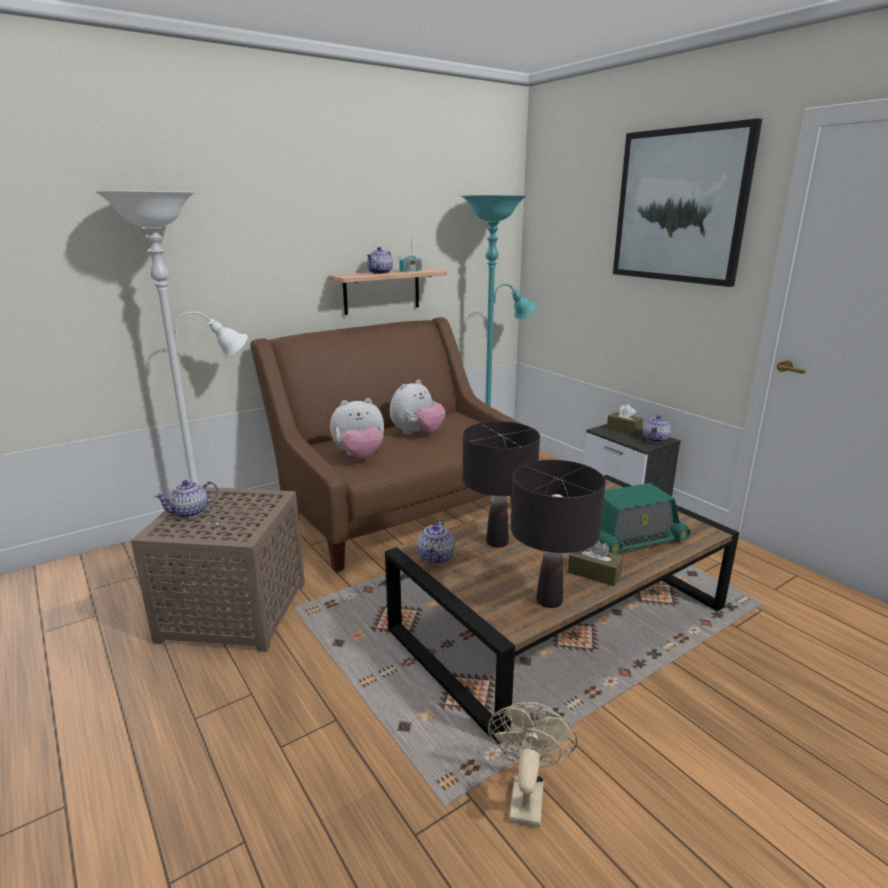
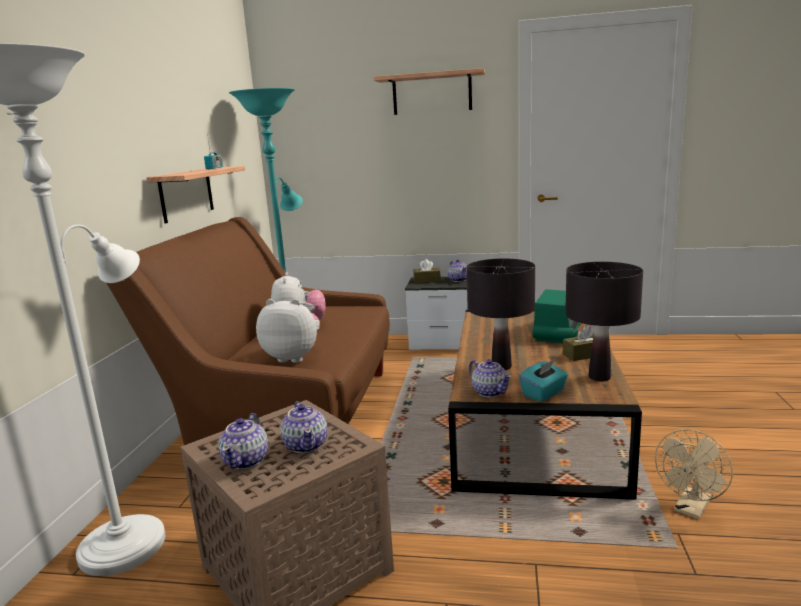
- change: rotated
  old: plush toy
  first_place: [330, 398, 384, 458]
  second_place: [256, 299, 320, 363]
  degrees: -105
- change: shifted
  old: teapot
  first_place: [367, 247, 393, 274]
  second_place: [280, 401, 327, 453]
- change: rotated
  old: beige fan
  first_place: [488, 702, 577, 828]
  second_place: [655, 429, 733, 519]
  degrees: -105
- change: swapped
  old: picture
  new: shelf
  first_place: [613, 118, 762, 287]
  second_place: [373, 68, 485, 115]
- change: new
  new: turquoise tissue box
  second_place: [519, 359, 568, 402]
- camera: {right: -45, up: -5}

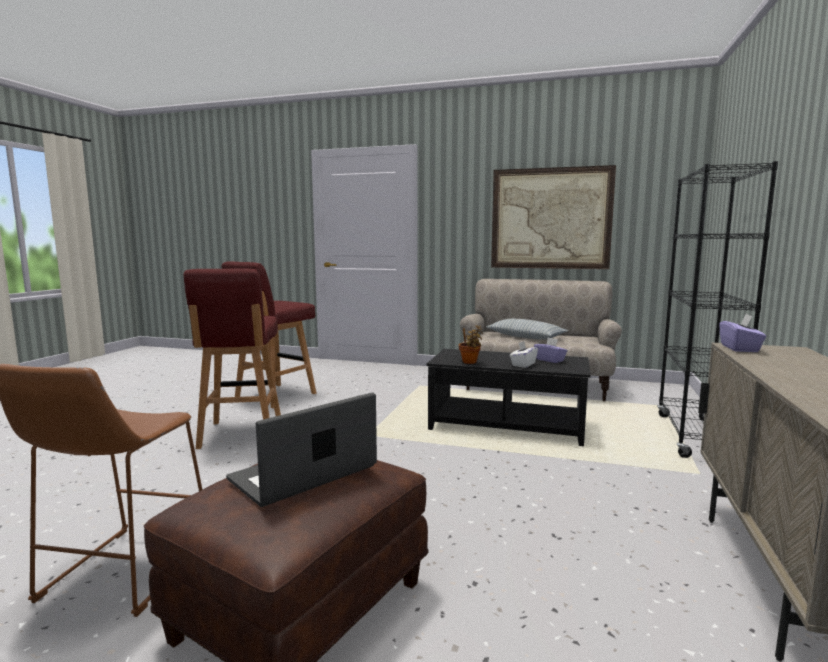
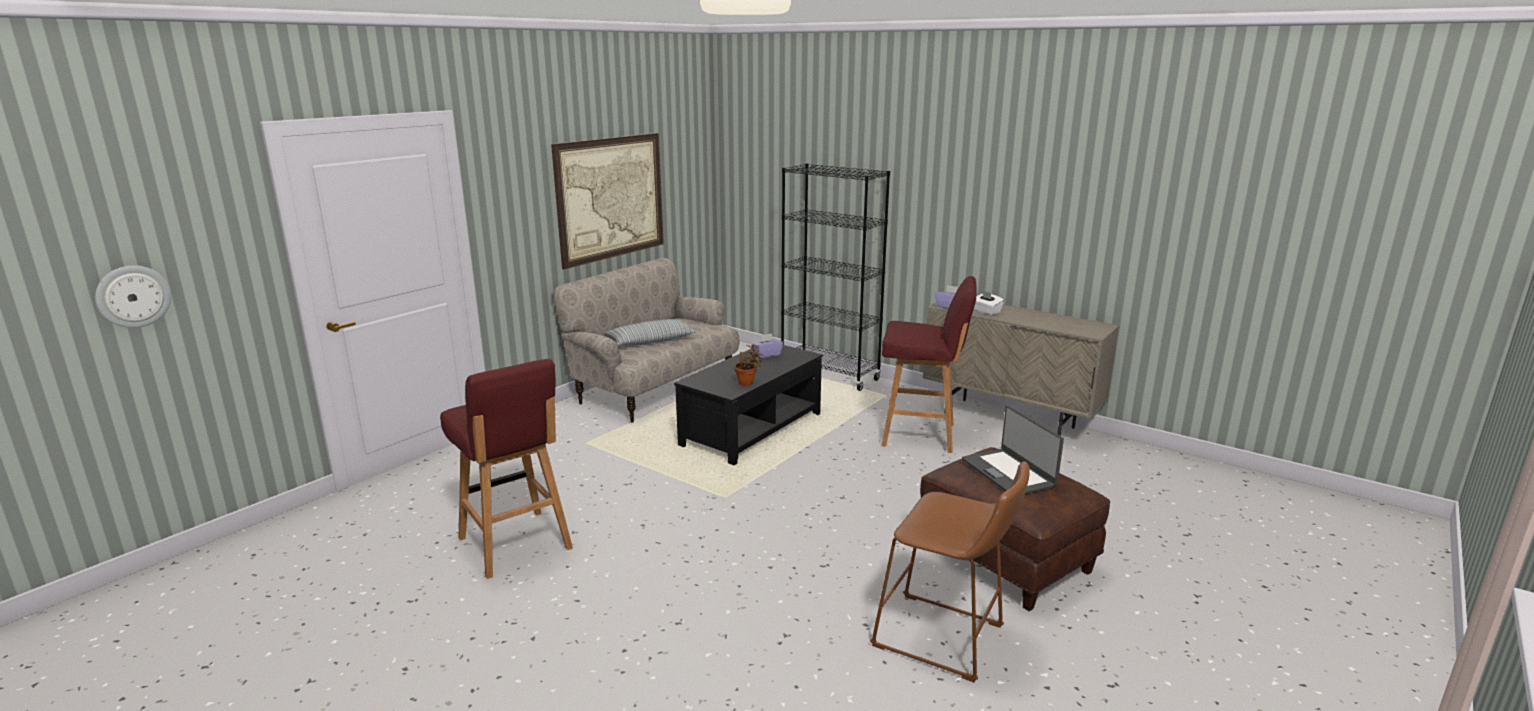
- change: shifted
  old: red stool
  first_place: [183, 268, 281, 449]
  second_place: [881, 276, 977, 453]
- change: shifted
  old: white tissue box
  first_place: [510, 341, 538, 368]
  second_place: [974, 290, 1004, 315]
- change: new
  new: wall clock
  second_place: [95, 266, 171, 328]
- camera: {right: -70, up: 10}

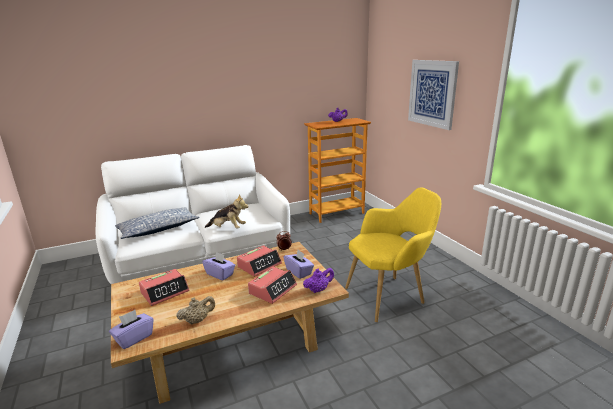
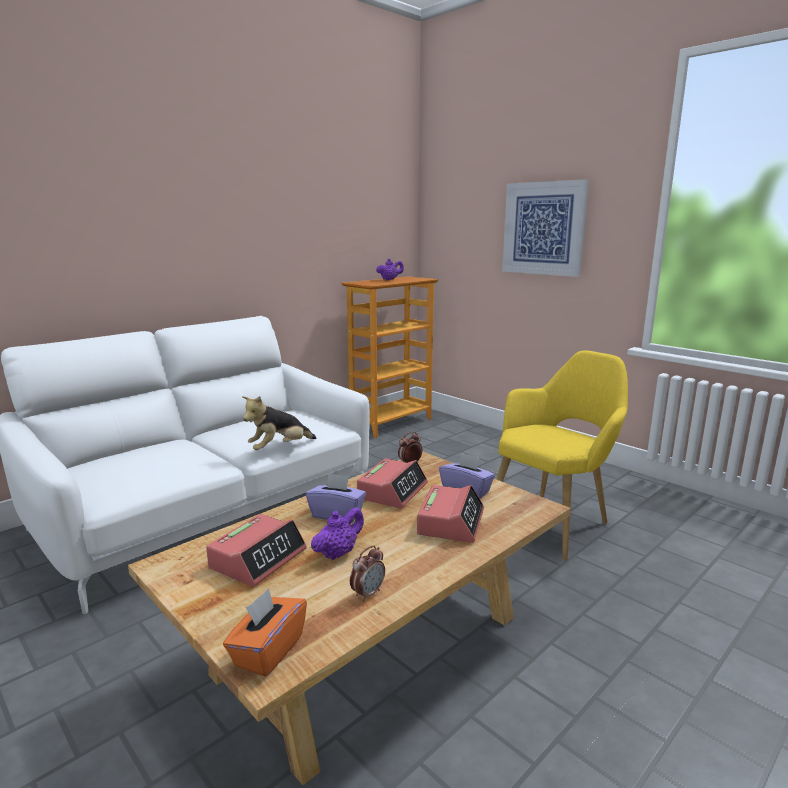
- change: repainted
  old: purple tissue box
  new: orange tissue box
  first_place: [109, 310, 154, 349]
  second_place: [223, 588, 307, 677]
- change: gone
  old: pillow
  first_place: [115, 207, 199, 239]
- change: swapped
  old: beige teapot
  new: alarm clock
  first_place: [176, 296, 215, 325]
  second_place: [350, 545, 385, 602]
- change: rotated
  old: plush toy
  first_place: [205, 194, 249, 229]
  second_place: [242, 396, 316, 450]
  degrees: 150
- change: shifted
  old: purple teapot
  first_place: [303, 268, 334, 293]
  second_place: [311, 507, 364, 560]
- camera: {right: -20, up: -5}

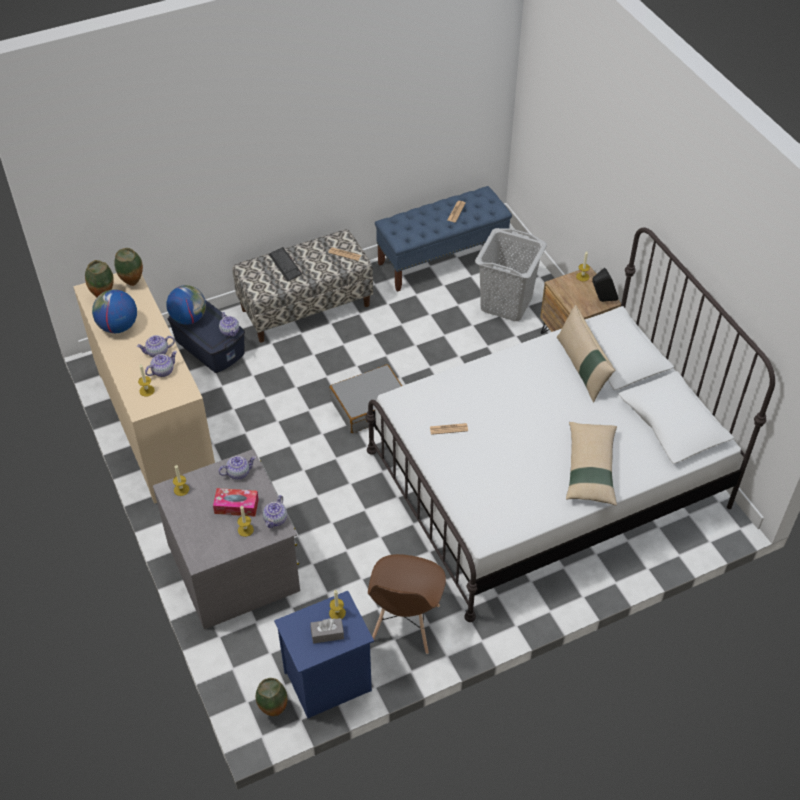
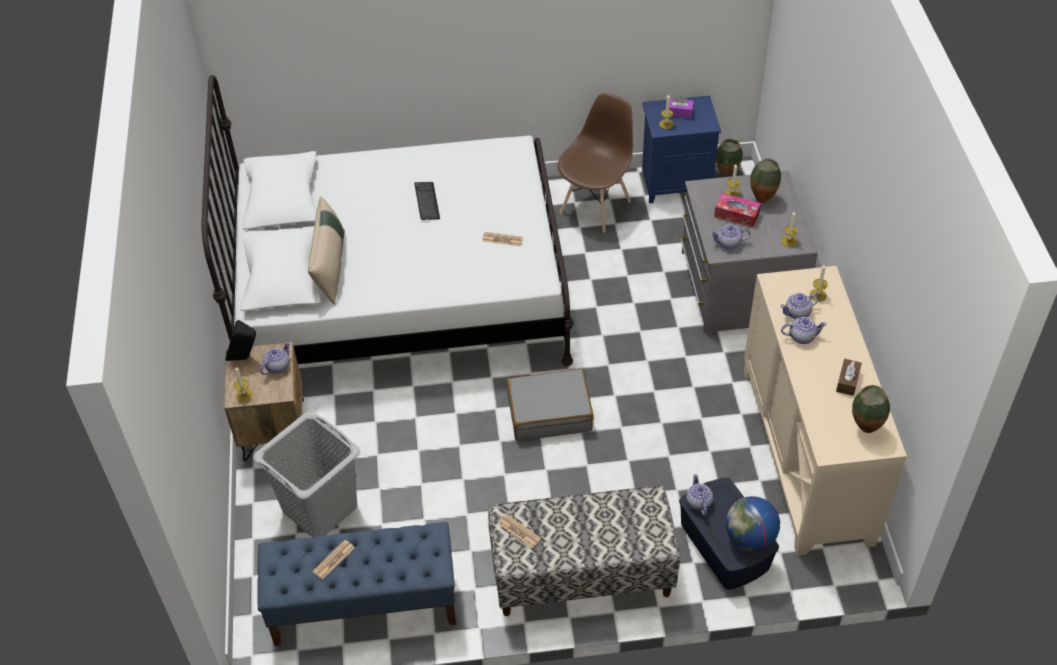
- change: swapped
  old: globe
  new: brown tissue box
  first_place: [92, 289, 137, 333]
  second_place: [836, 359, 862, 396]
- change: shifted
  old: vase
  first_place: [114, 248, 143, 286]
  second_place: [750, 158, 781, 203]
- change: shifted
  old: teapot
  first_place: [263, 495, 287, 528]
  second_place: [260, 342, 290, 375]
- change: shifted
  old: keyboard
  first_place: [269, 247, 302, 282]
  second_place: [414, 182, 440, 220]
- change: repainted
  old: grey tissue box
  new: purple tissue box
  first_place: [310, 618, 344, 644]
  second_place: [669, 96, 694, 118]
- change: gone
  old: beige pillow
  first_place: [566, 422, 617, 505]
- camera: {right: -160, up: 0}

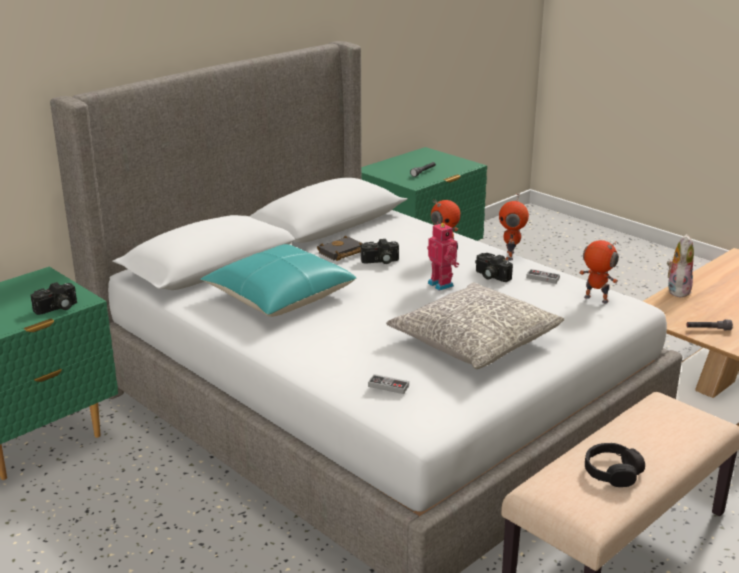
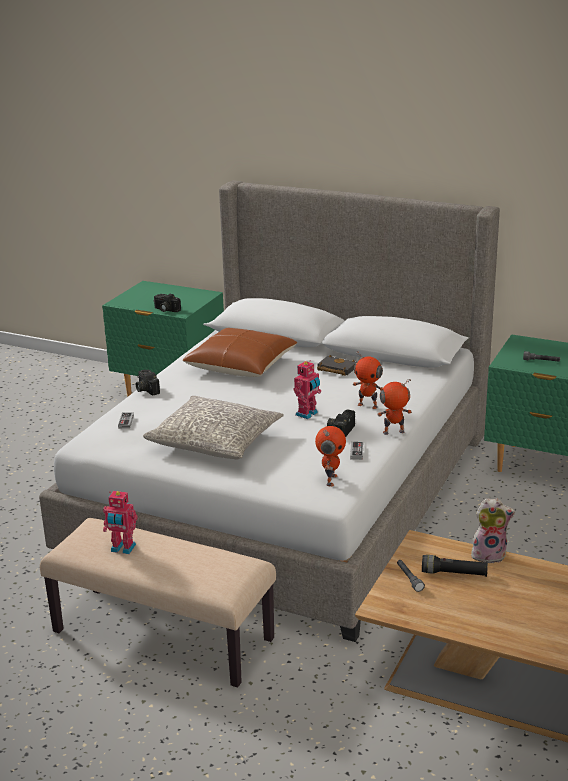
- change: repainted
  old: turquoise pillow
  new: brown pillow
  first_place: [200, 244, 356, 317]
  second_place: [183, 328, 297, 377]
- change: shifted
  old: photo camera
  first_place: [361, 239, 399, 264]
  second_place: [136, 370, 160, 395]
- change: swapped
  old: black headphones
  new: toy robot
  first_place: [585, 443, 645, 487]
  second_place: [103, 491, 138, 554]
- change: new
  new: black flashlight
  second_place: [422, 555, 488, 577]
- camera: {right: 70, up: 0}

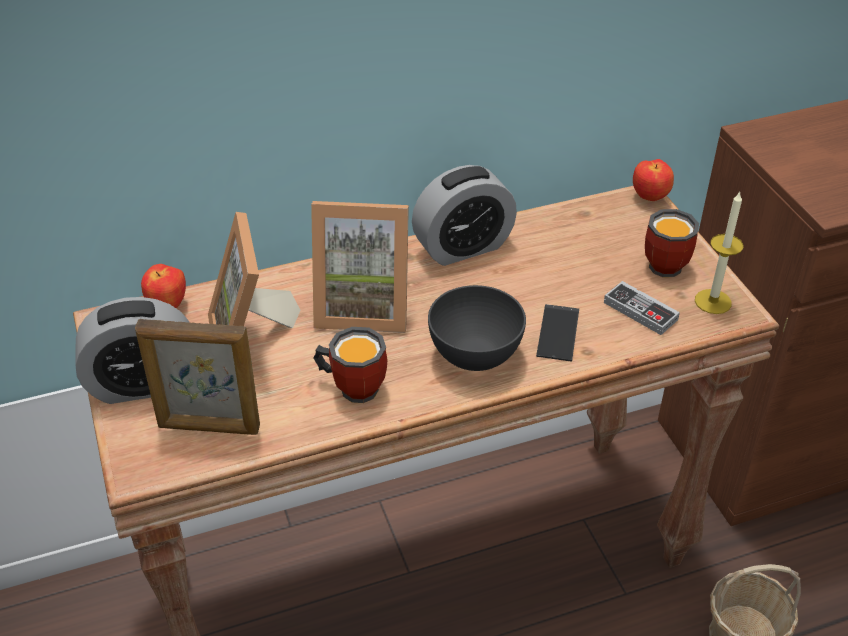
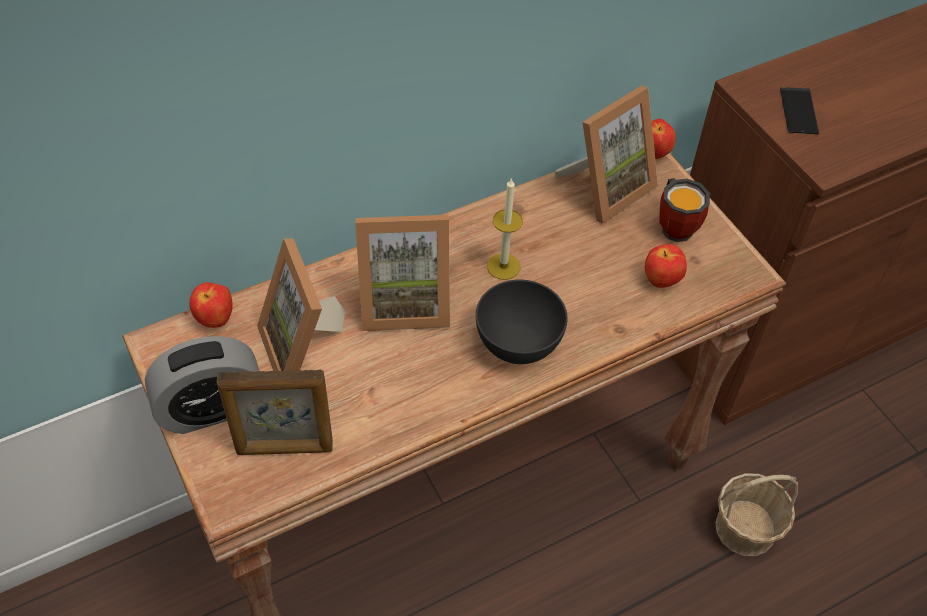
- change: gone
  old: mug
  first_place: [313, 327, 387, 403]
- change: gone
  old: alarm clock
  first_place: [412, 165, 517, 266]
- change: shifted
  old: phone
  first_place: [536, 304, 579, 362]
  second_place: [780, 87, 819, 134]
- change: swapped
  old: game controller
  new: apple
  first_place: [604, 281, 680, 335]
  second_place: [645, 244, 687, 288]
- change: shifted
  old: candle
  first_place: [695, 192, 743, 314]
  second_place: [487, 178, 523, 280]
- change: new
  new: picture frame
  second_place: [555, 85, 658, 224]
- camera: {right: -10, up: 10}

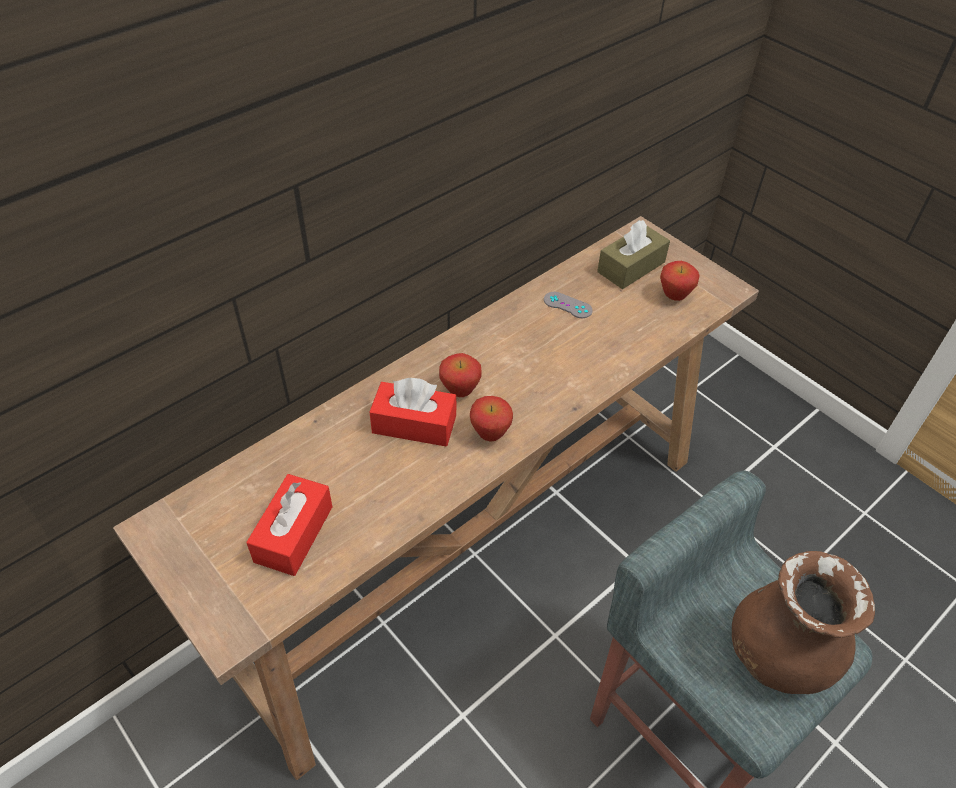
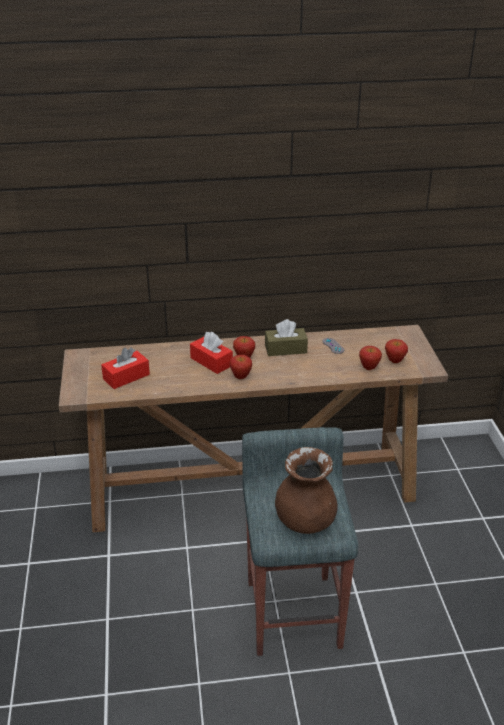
- change: shifted
  old: brown tissue box
  first_place: [597, 220, 670, 289]
  second_place: [265, 319, 308, 356]
- change: new
  new: apple
  second_place: [359, 346, 382, 370]
- camera: {right: 35, up: -15}

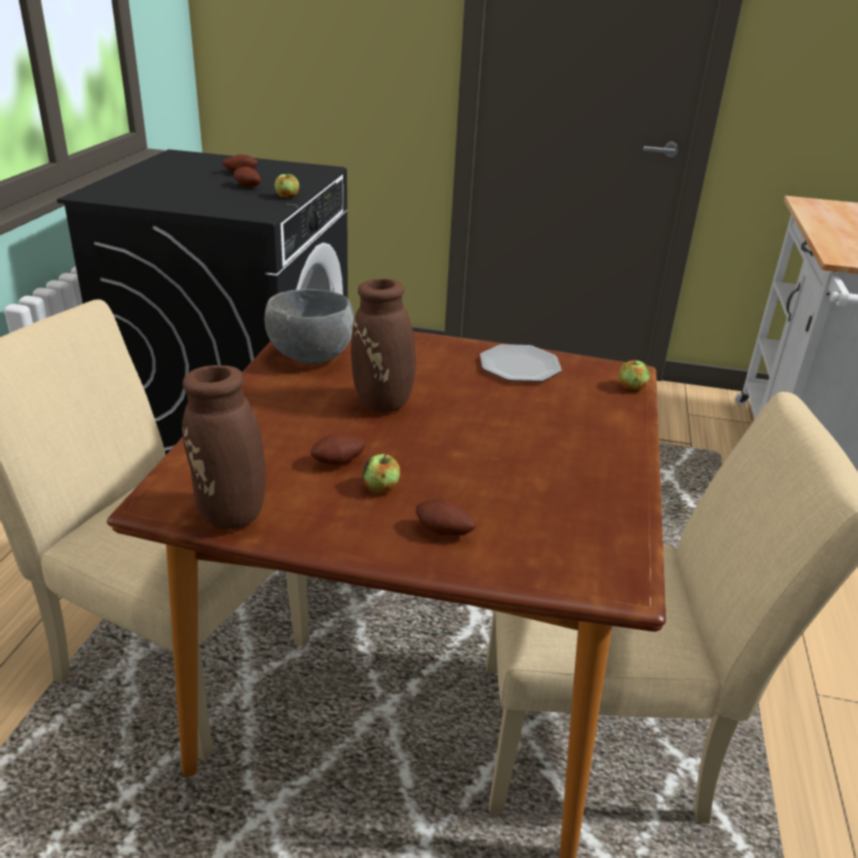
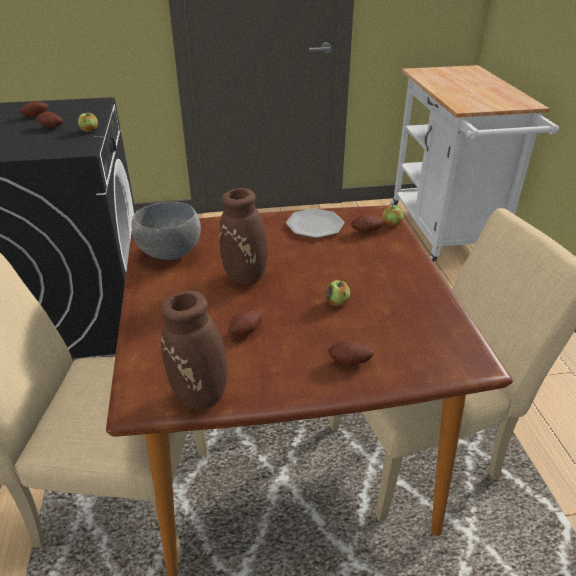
- change: shifted
  old: apple
  first_place: [362, 454, 400, 493]
  second_place: [325, 280, 350, 307]
- change: new
  new: potato
  second_place: [351, 215, 383, 233]
- camera: {right: -20, up: 5}

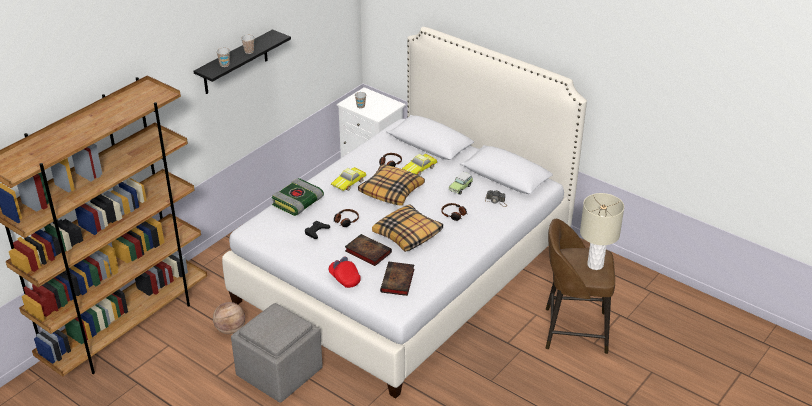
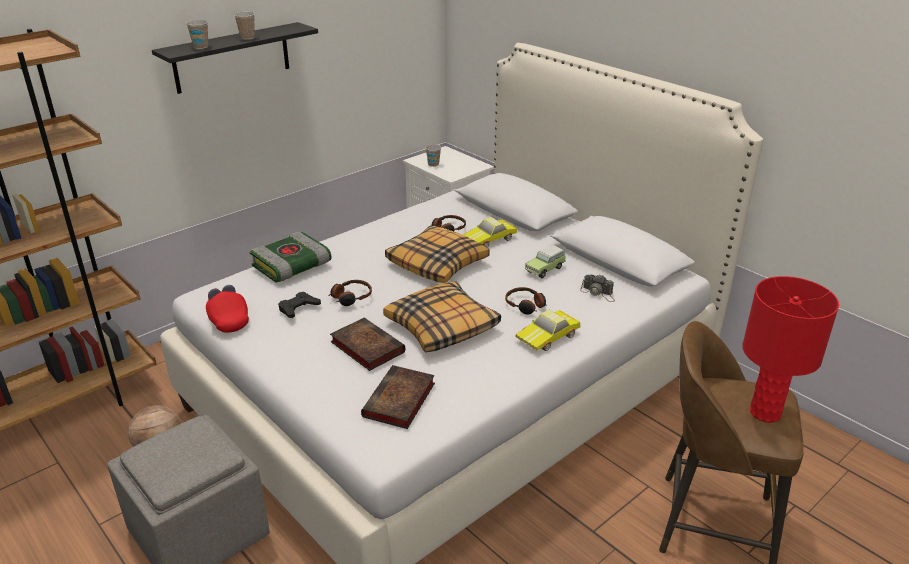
- change: shifted
  old: red cap
  first_place: [329, 257, 361, 288]
  second_place: [206, 285, 249, 333]
- change: shifted
  old: toy car
  first_place: [331, 167, 366, 191]
  second_place: [515, 310, 580, 351]
- change: repainted
  old: beige table lamp
  new: red table lamp
  first_place: [580, 193, 624, 270]
  second_place: [742, 276, 839, 423]
- camera: {right: 10, up: -5}

